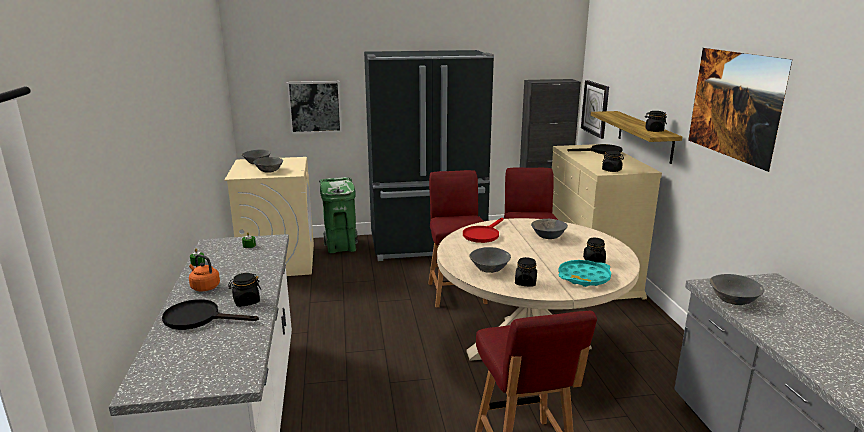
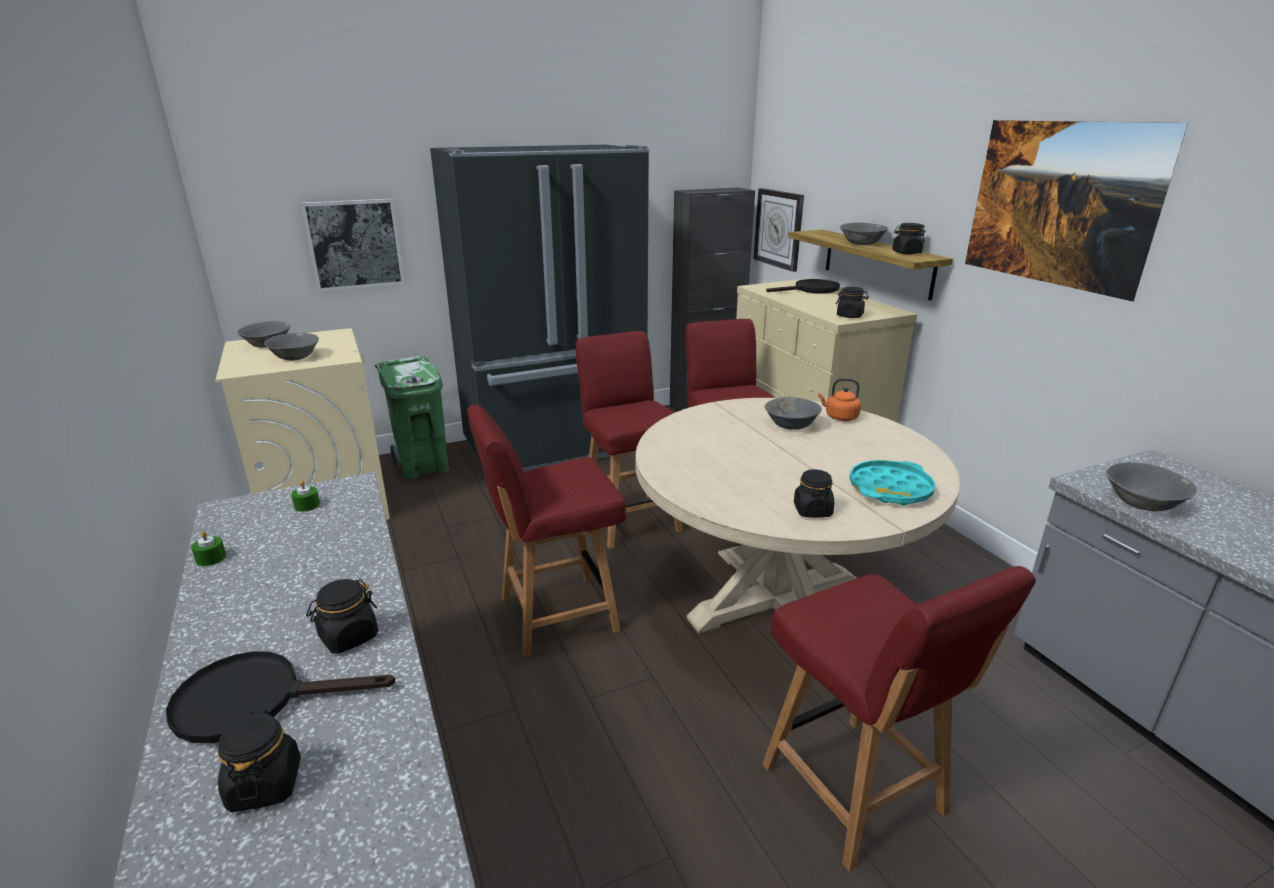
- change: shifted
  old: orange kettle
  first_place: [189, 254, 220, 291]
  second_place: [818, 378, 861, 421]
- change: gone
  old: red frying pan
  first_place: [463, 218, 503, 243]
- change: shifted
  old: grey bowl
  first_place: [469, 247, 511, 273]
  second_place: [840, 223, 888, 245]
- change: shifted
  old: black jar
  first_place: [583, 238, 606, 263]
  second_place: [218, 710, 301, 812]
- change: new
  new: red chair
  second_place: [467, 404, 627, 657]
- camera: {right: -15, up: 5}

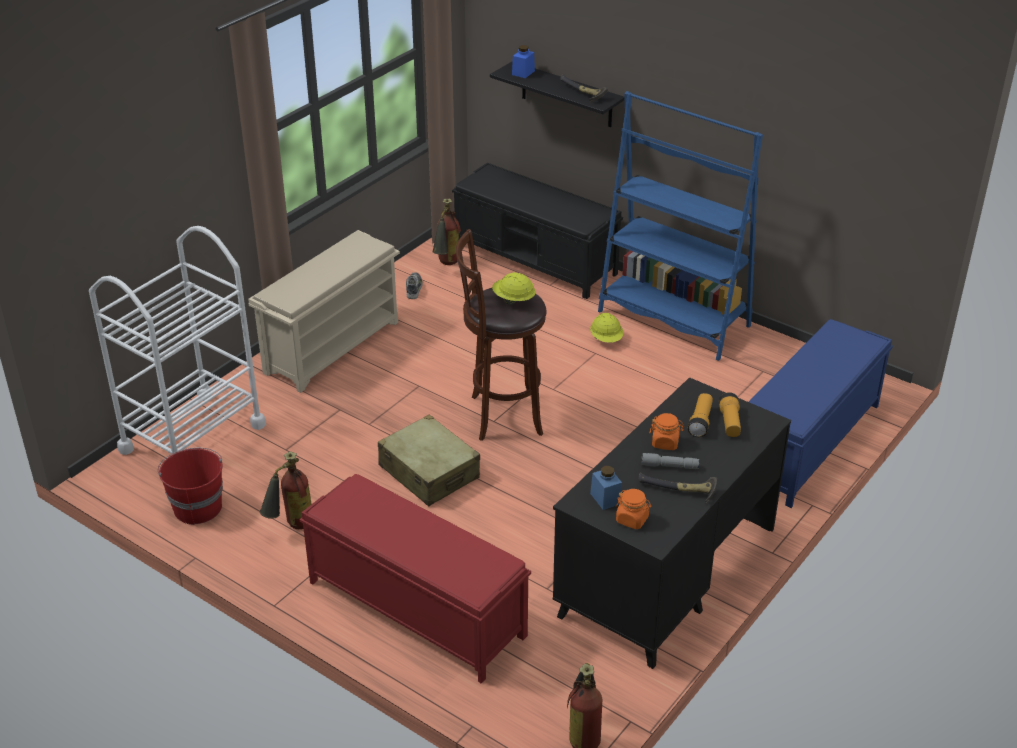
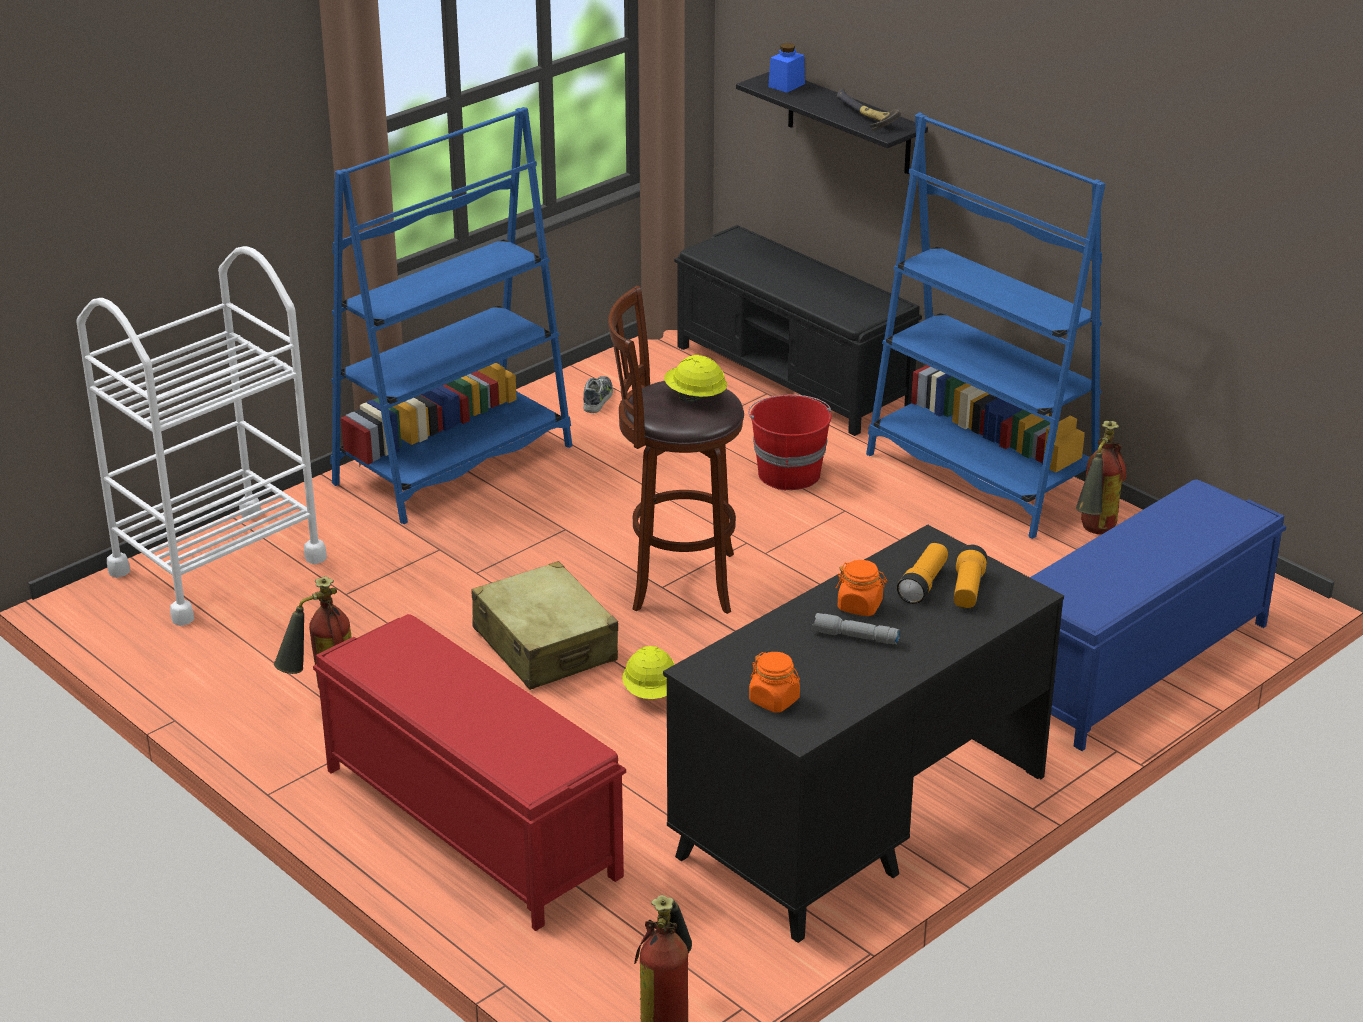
- change: shifted
  old: red bucket
  first_place: [157, 447, 223, 525]
  second_place: [748, 395, 832, 490]
- change: swapped
  old: beige shoe rack
  new: blue bookcase
  first_place: [248, 230, 400, 393]
  second_place: [331, 107, 572, 524]
- change: shifted
  old: fire extinguisher
  first_place: [432, 199, 461, 265]
  second_place: [1076, 421, 1127, 534]
- change: shifted
  old: yellow hard hat
  first_place: [590, 313, 624, 343]
  second_place: [622, 646, 675, 699]
- change: gone
  old: blue jar
  first_place: [590, 466, 622, 510]
- change: gone
  old: hammer
  first_place: [639, 472, 717, 504]
- camera: {right: 10, up: -5}

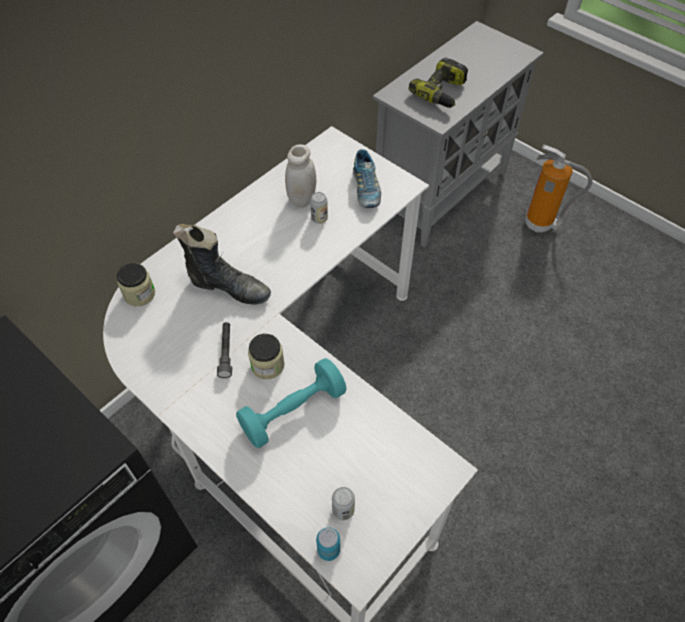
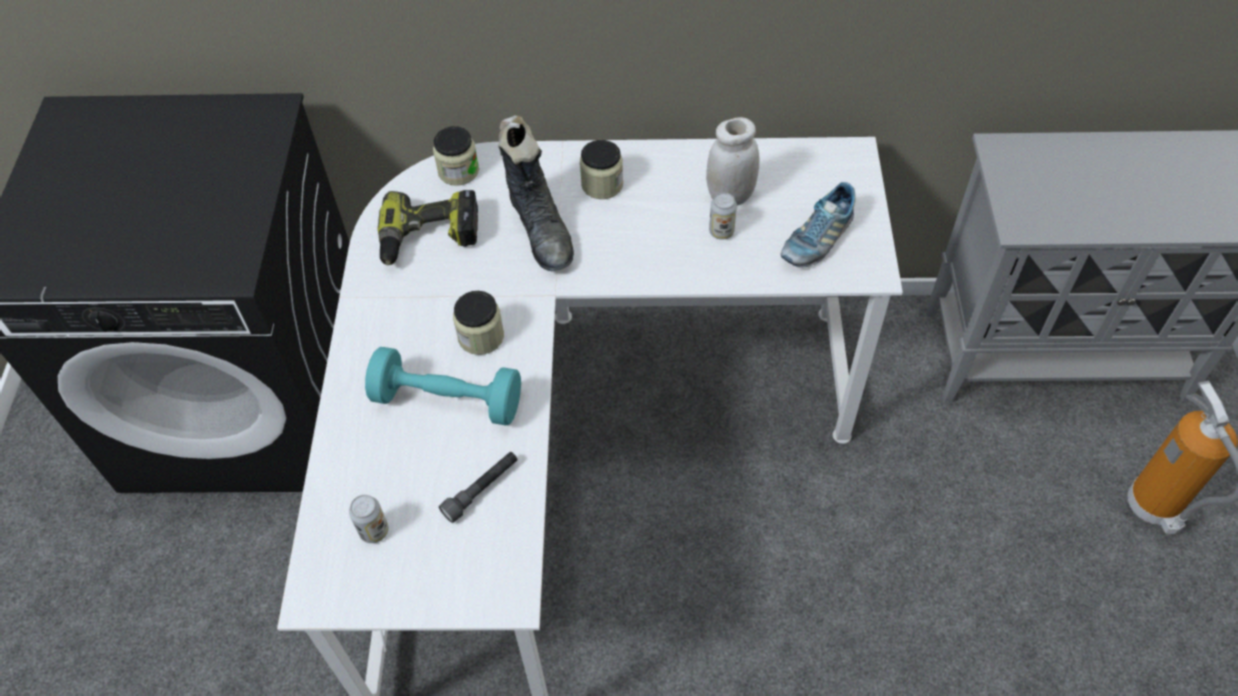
- change: shifted
  old: grey flashlight
  first_place: [217, 322, 232, 378]
  second_place: [439, 452, 517, 523]
- change: gone
  old: can
  first_place: [316, 527, 340, 561]
- change: shifted
  old: power drill
  first_place: [409, 57, 468, 108]
  second_place: [378, 190, 478, 265]
- change: new
  new: jar
  second_place: [580, 140, 623, 199]
- camera: {right: 50, up: 0}

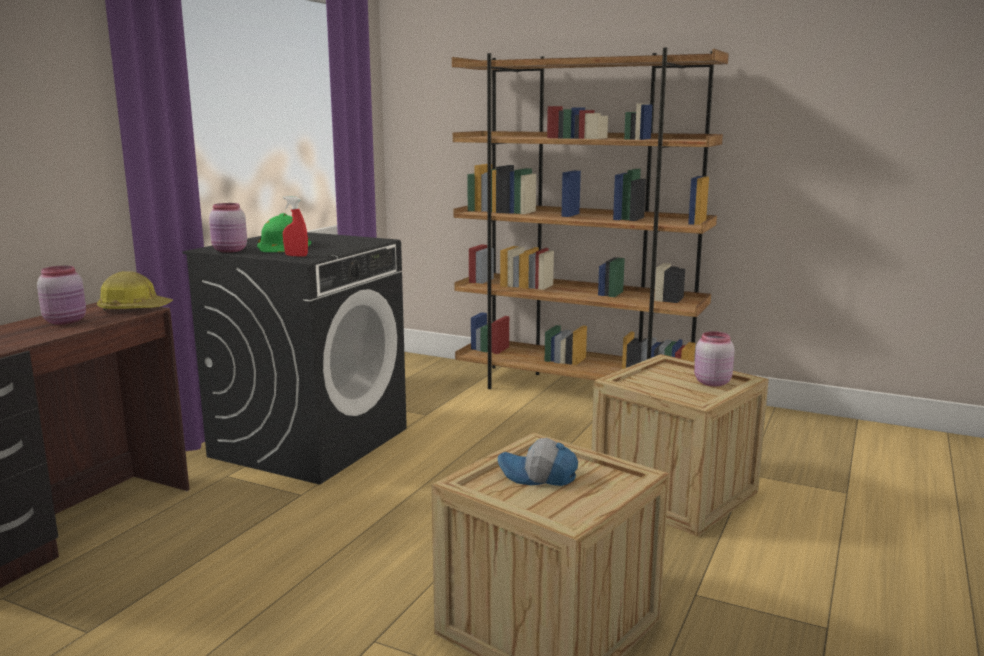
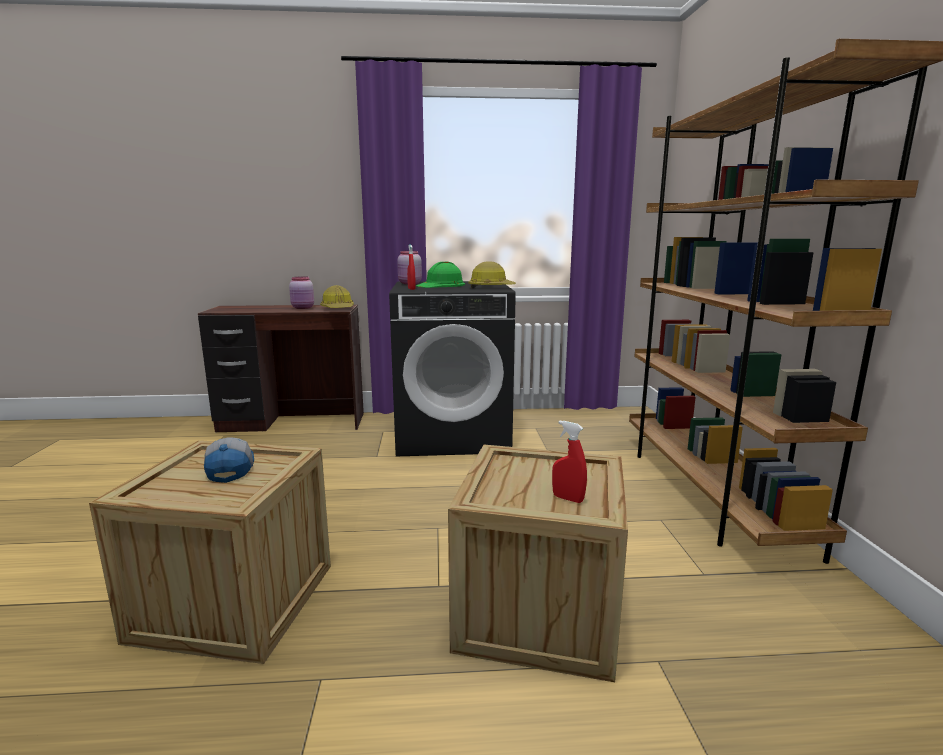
- change: swapped
  old: pink jar
  new: red spray bottle
  first_place: [694, 331, 735, 386]
  second_place: [552, 421, 587, 503]
- change: new
  new: hard hat
  second_place: [468, 262, 516, 288]
- camera: {right: 60, up: 0}

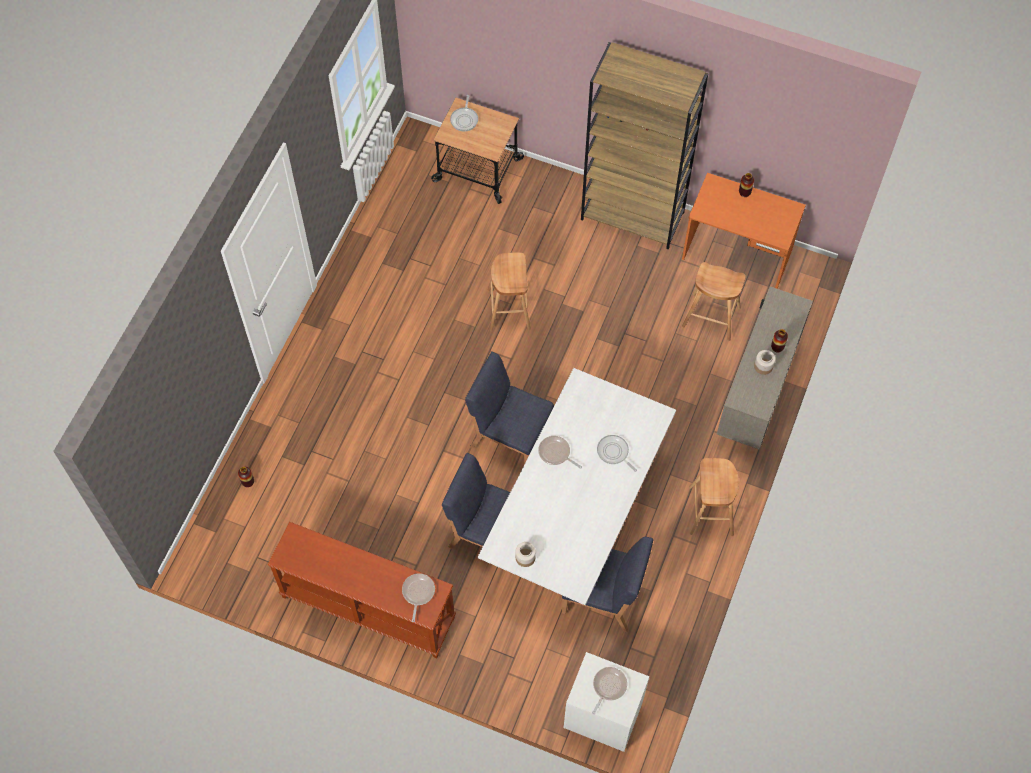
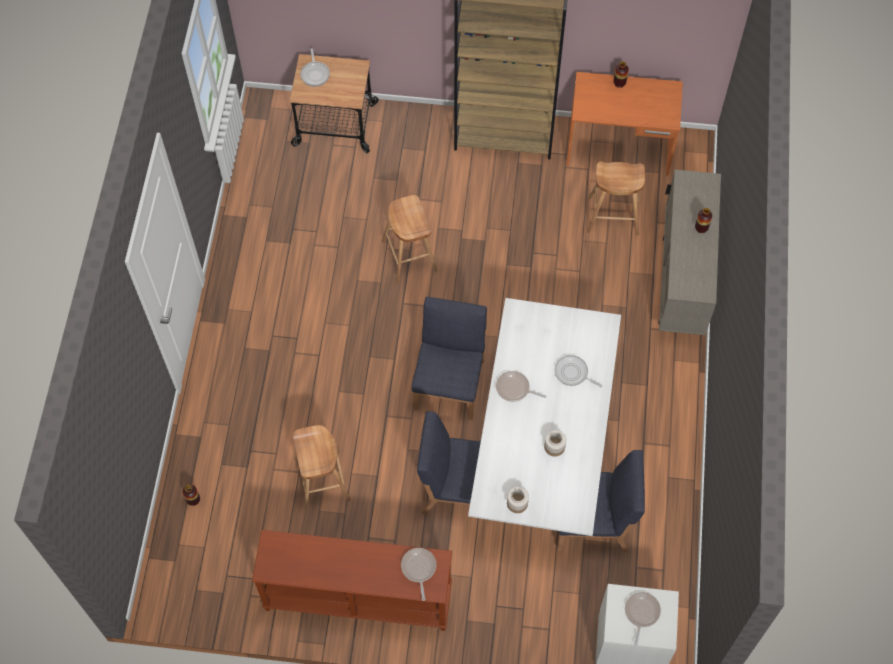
- change: rotated
  old: blue chair
  first_place: [465, 352, 554, 464]
  second_place: [412, 297, 487, 420]
  degrees: 90
- change: shifted
  old: brown stool
  first_place: [689, 458, 739, 536]
  second_place: [293, 425, 351, 511]
- change: shifted
  old: jar
  first_place: [754, 350, 775, 375]
  second_place: [544, 430, 566, 456]
- camera: {right: -15, up: 0}

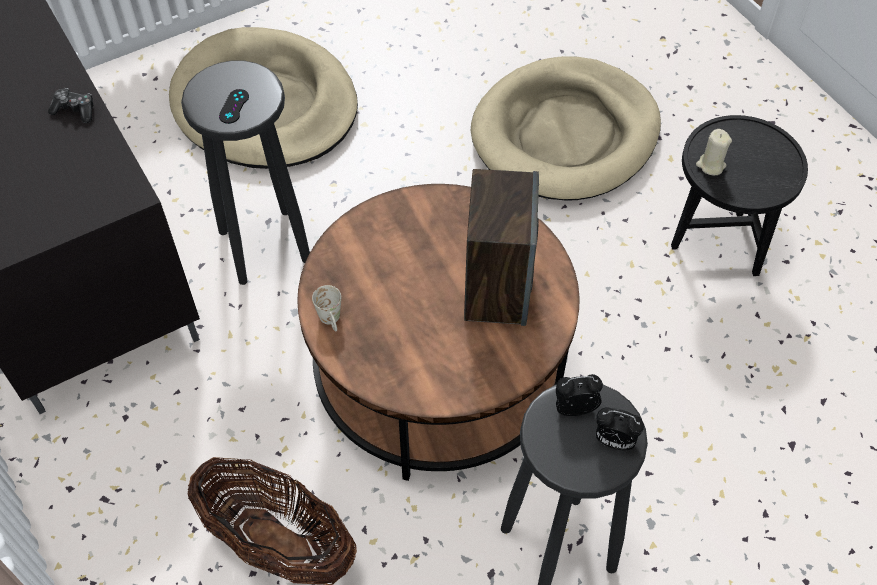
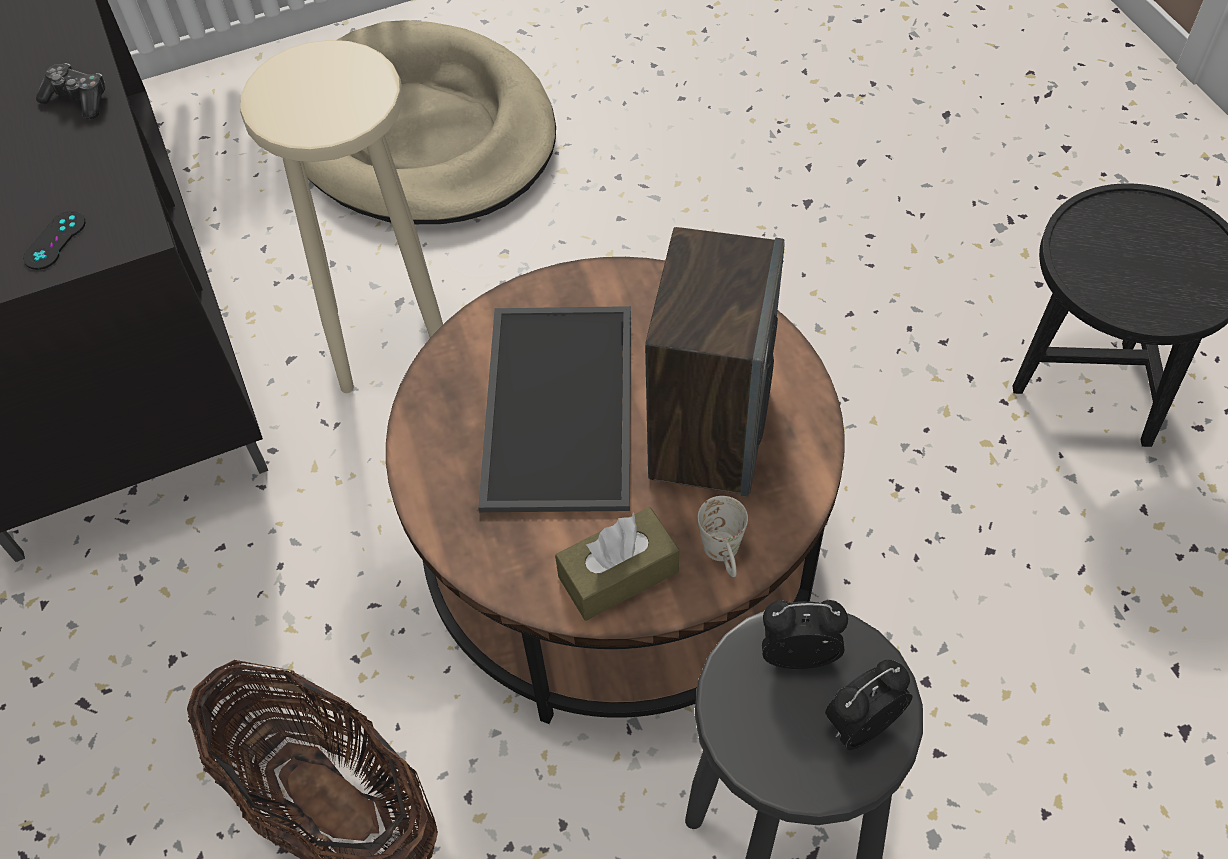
- change: repainted
  old: black stool
  new: beige stool
  first_place: [181, 61, 310, 285]
  second_place: [240, 40, 443, 393]
- change: shifted
  old: black game controller
  first_place: [219, 89, 249, 124]
  second_place: [23, 211, 86, 270]
- change: shifted
  old: white mug
  first_place: [312, 285, 341, 332]
  second_place: [698, 496, 748, 577]
- change: gone
  old: beige dog bed
  first_place: [471, 56, 661, 201]
- change: rotated
  old: alarm clock
  first_place: [596, 407, 644, 450]
  second_place: [825, 660, 913, 750]
  degrees: 120
- change: gone
  old: beige candle
  first_place: [696, 129, 732, 175]
- change: new
  new: tray
  second_place: [478, 306, 631, 512]
- change: new
  new: brown tissue box
  second_place: [555, 507, 679, 621]
- camera: {right: 10, up: 0}

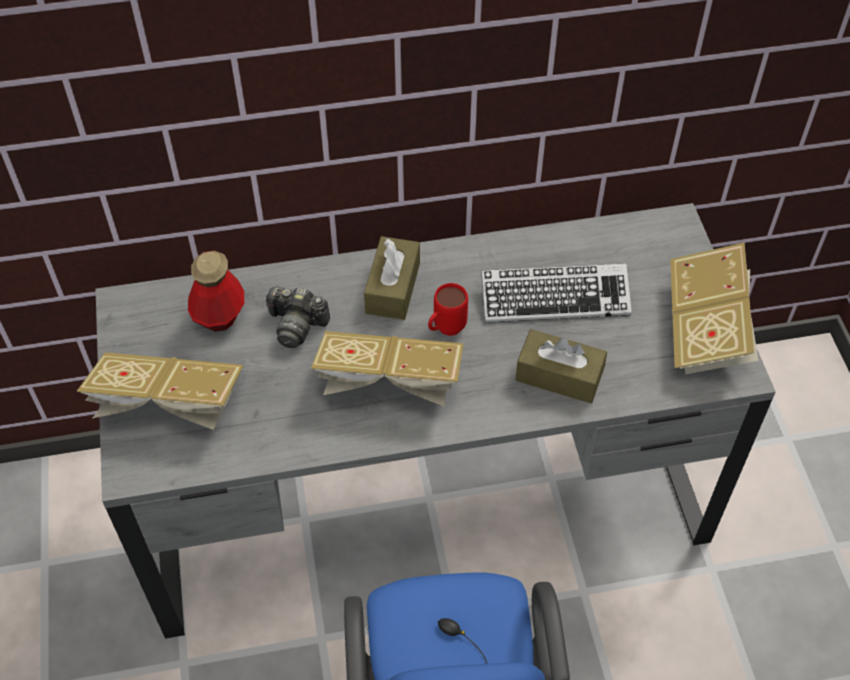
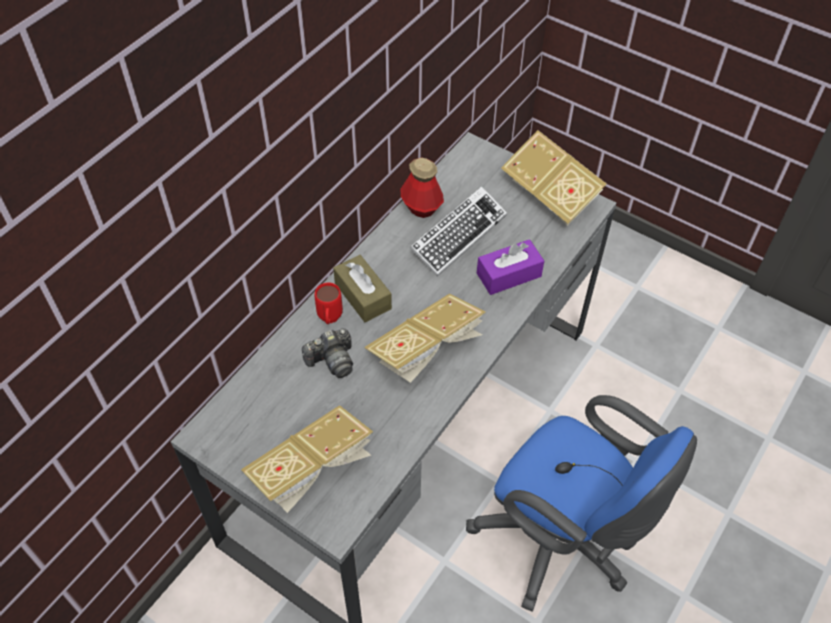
- change: shifted
  old: bottle
  first_place: [188, 251, 244, 332]
  second_place: [400, 157, 444, 218]
- change: shifted
  old: red mug
  first_place: [428, 283, 468, 336]
  second_place: [314, 283, 343, 324]
- change: repainted
  old: brown tissue box
  new: purple tissue box
  first_place: [515, 329, 607, 403]
  second_place: [477, 239, 544, 295]
- camera: {right: -45, up: 0}

